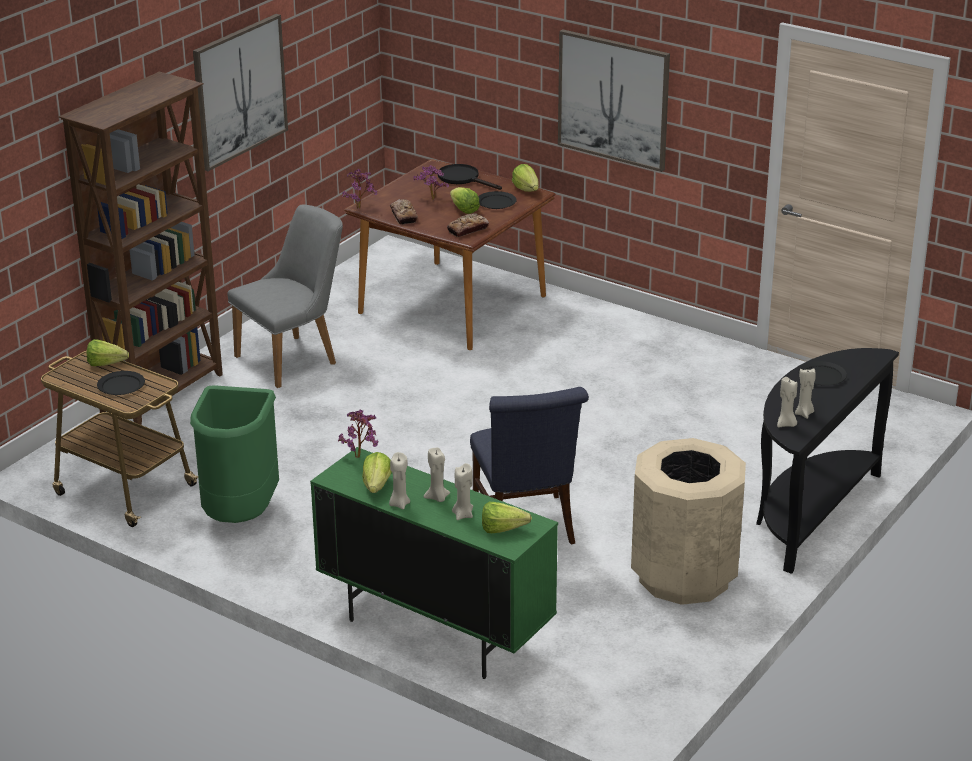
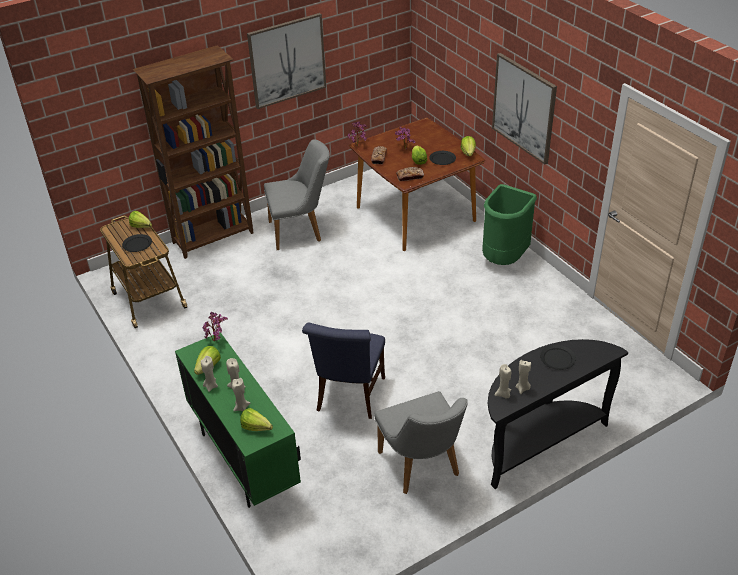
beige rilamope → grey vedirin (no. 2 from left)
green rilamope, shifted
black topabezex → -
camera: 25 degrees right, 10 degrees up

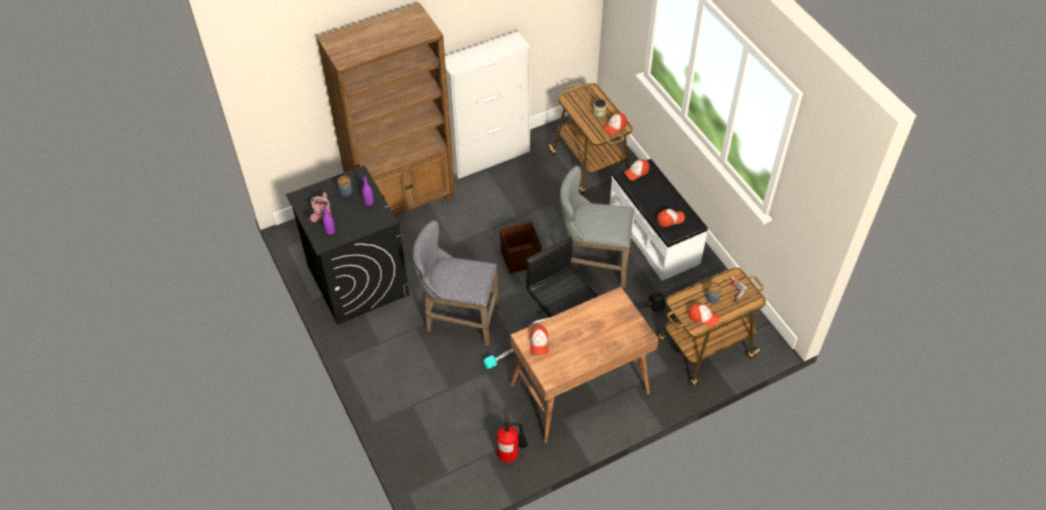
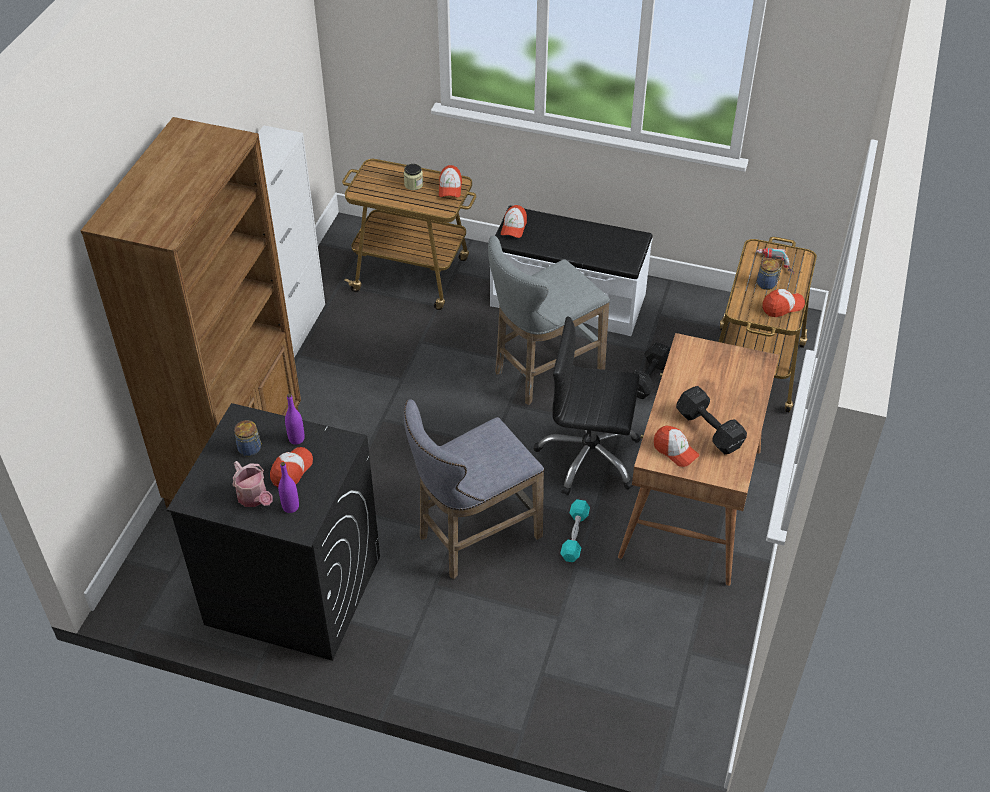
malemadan (no. 4 from left in the first image) → malemadan (no. 1 from left), shifted
- → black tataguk (no. 2 from left)
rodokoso → -
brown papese → -
camera: 45 degrees left, 5 degrees down

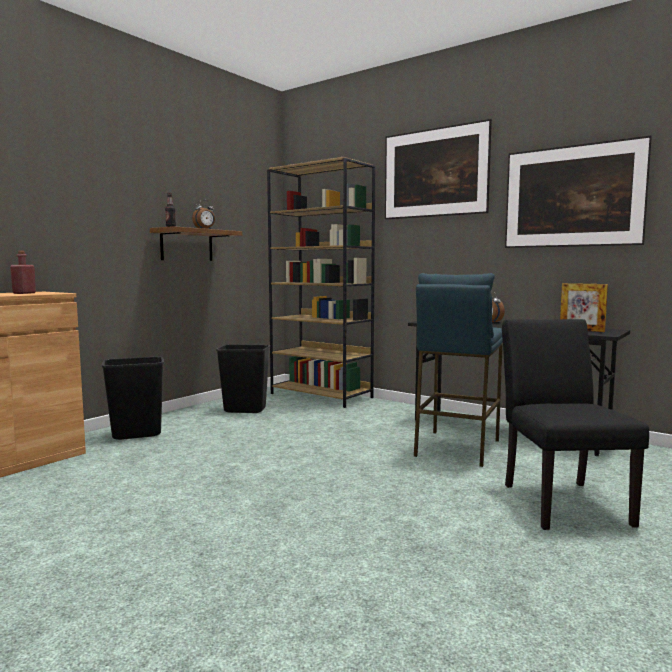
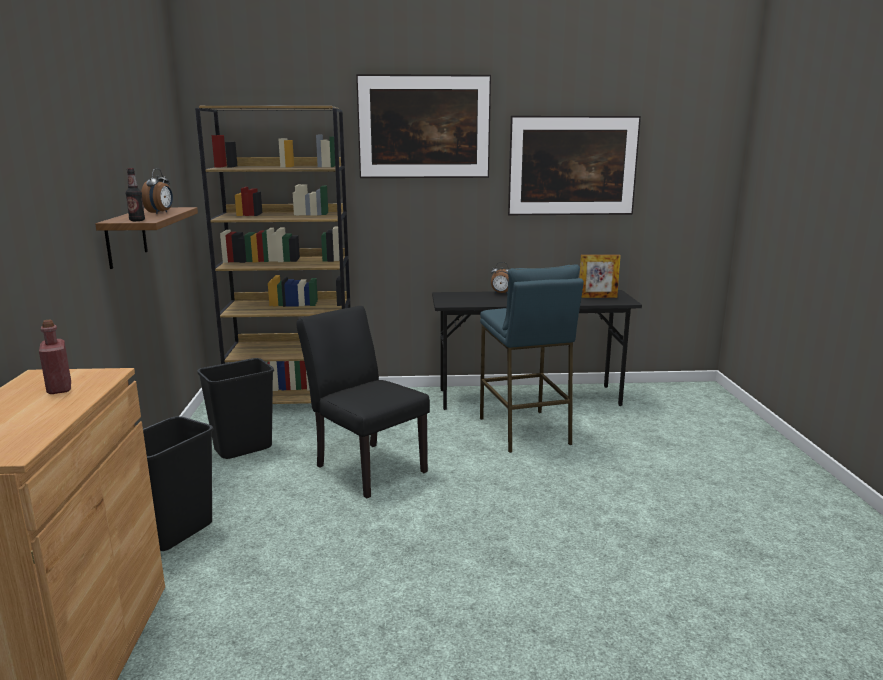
black vedirin, shifted
camera: 40 degrees left, 10 degrees up

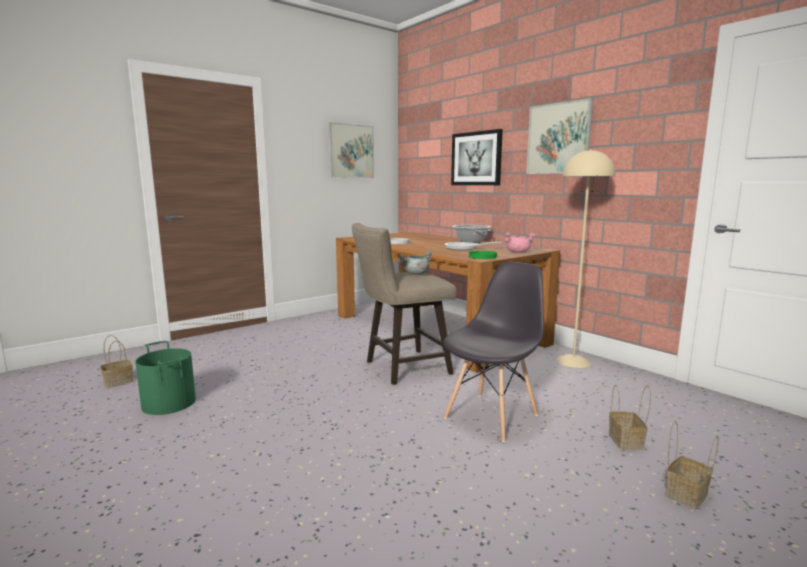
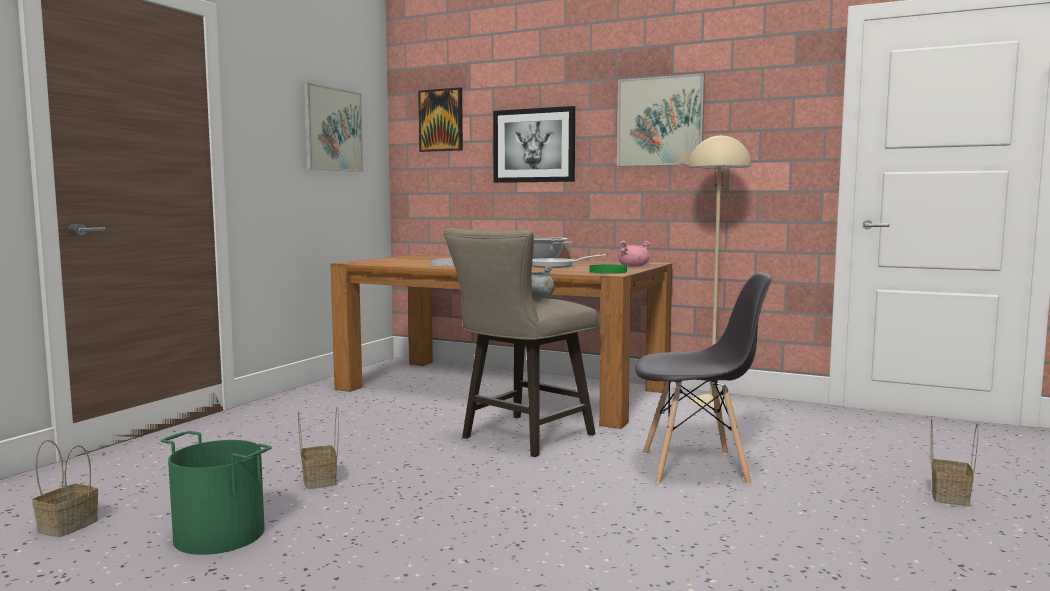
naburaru (no. 2 from left), shifted
- → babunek (no. 2 from left)
grey vedirin, 75 degrees clockwise
camera: 25 degrees left, 5 degrees down

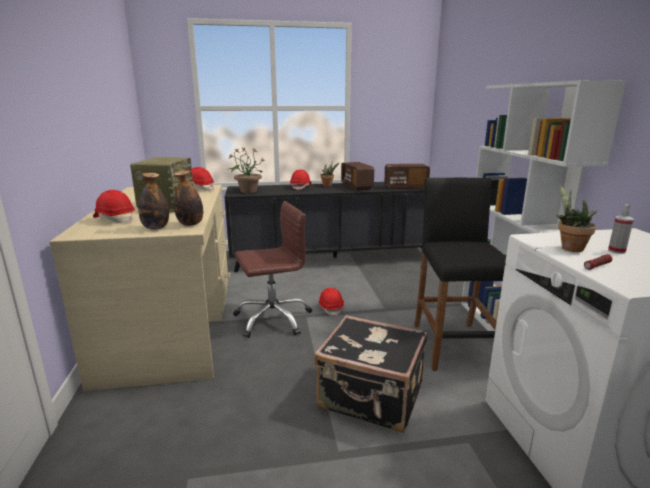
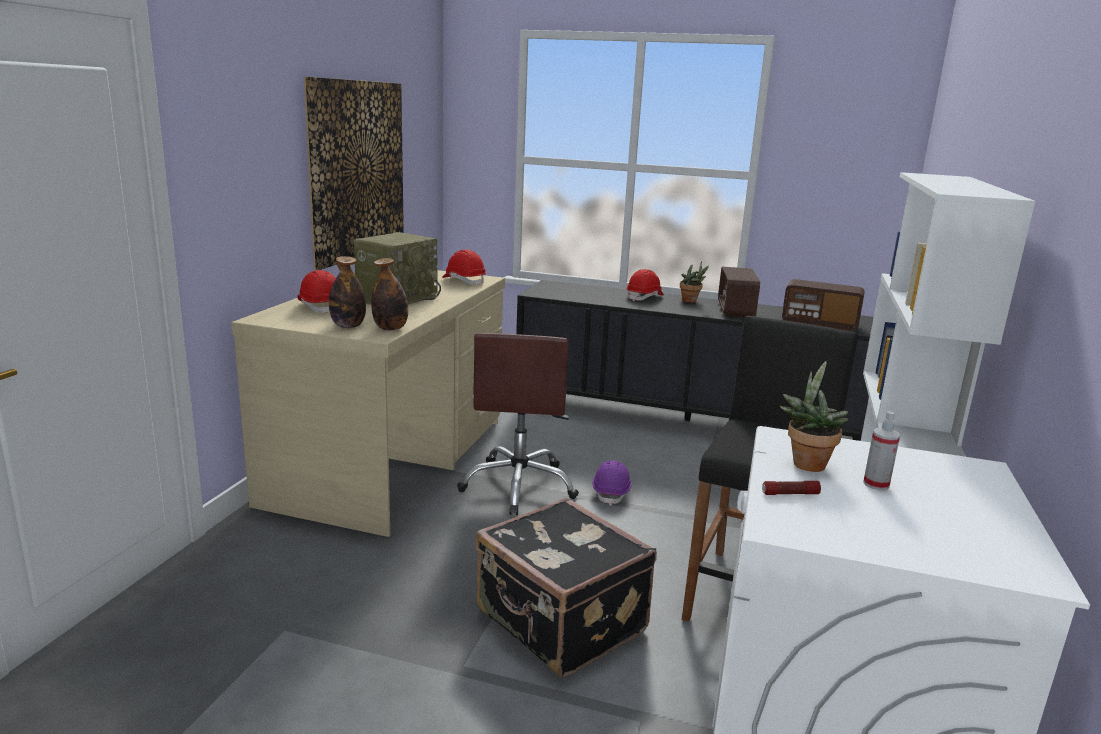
- → babunek
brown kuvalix, 90 degrees clockwise
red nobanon (no. 4 from left) → purple nobanon
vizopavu (no. 1 from left) → -
camera: 25 degrees right, 0 degrees up

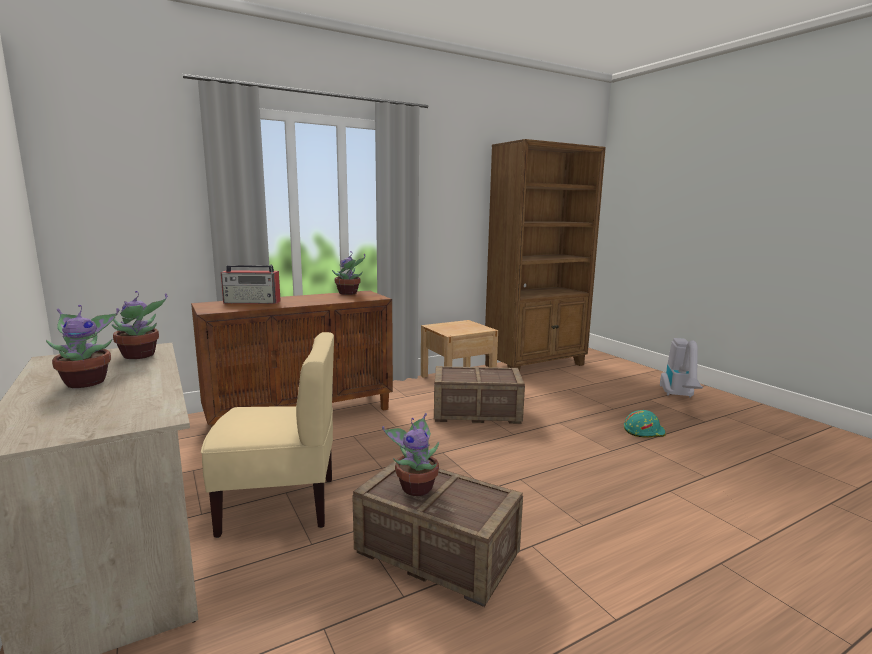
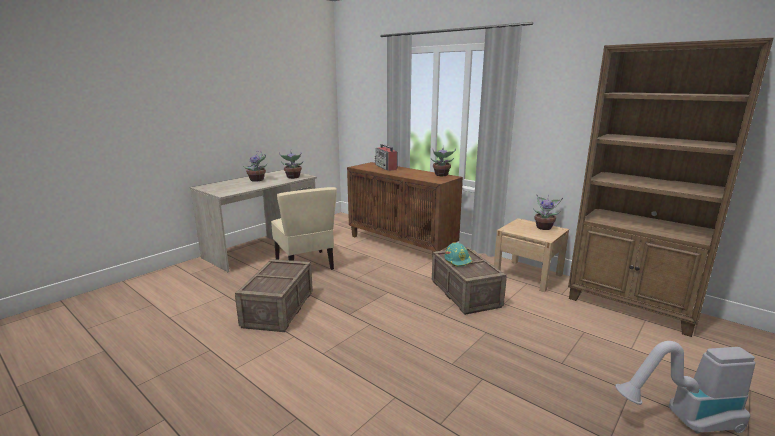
turquoise nobanon, shifted
vizopavu (no. 4 from left), shifted
camera: 70 degrees right, 5 degrees up

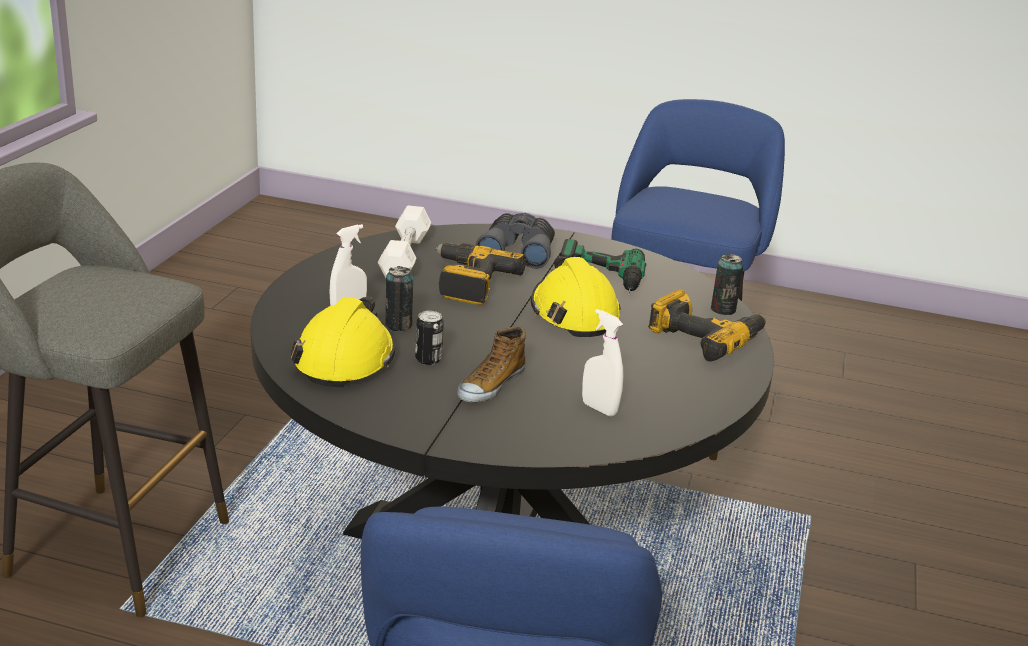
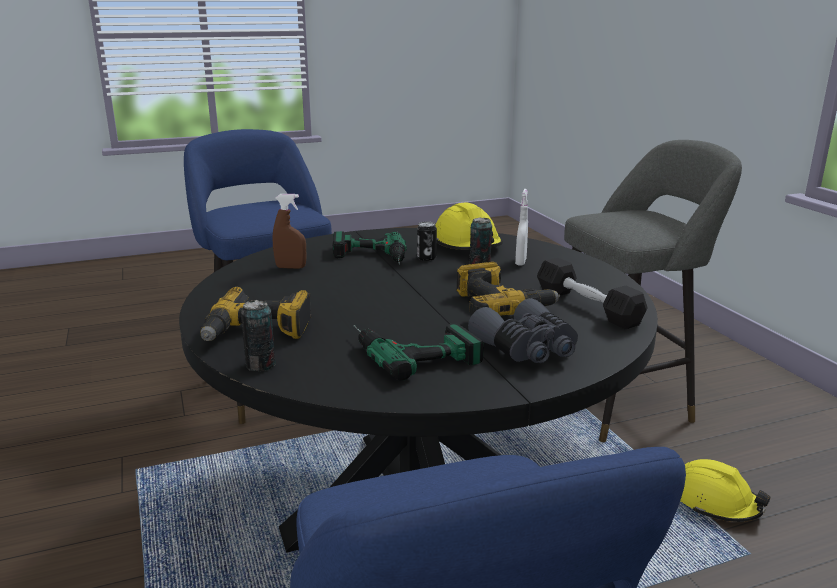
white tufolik (no. 2 from left) → brown tufolik
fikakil → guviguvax (no. 2 from left)
white tataguk → black tataguk
yellow nobanon (no. 2 from left), shifted
camera: 145 degrees right, 5 degrees down

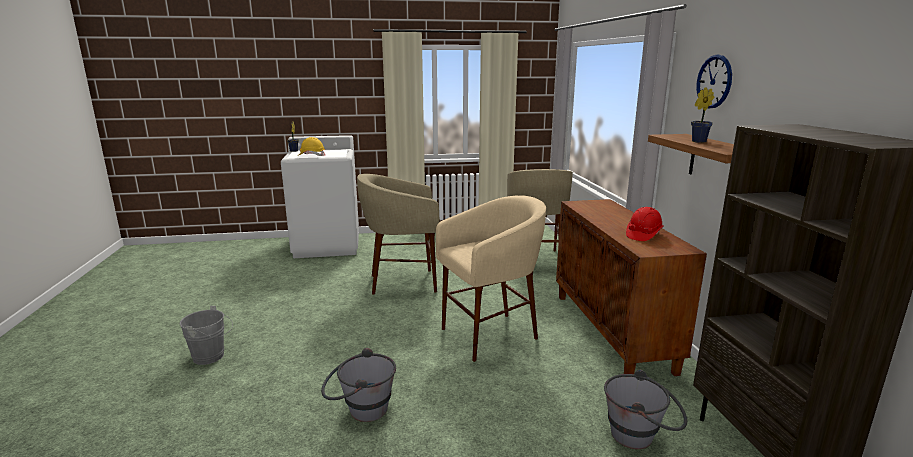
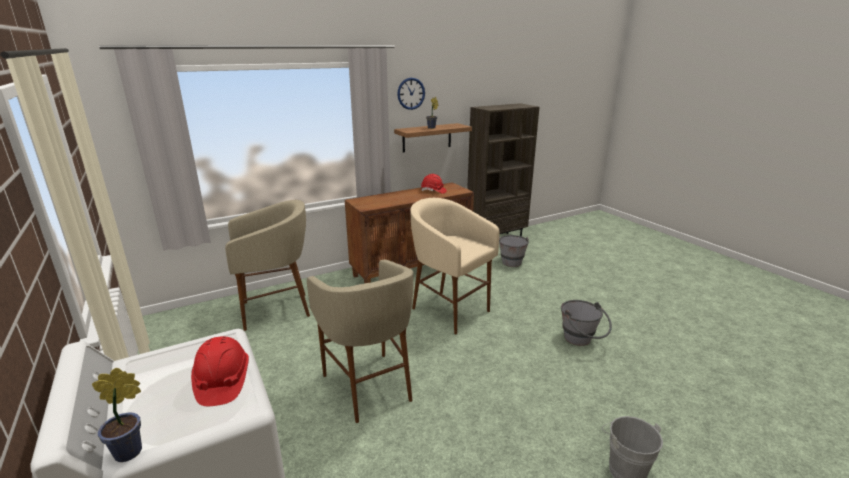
yellow nobanon → red nobanon (no. 1 from left)
camera: 110 degrees left, 5 degrees up

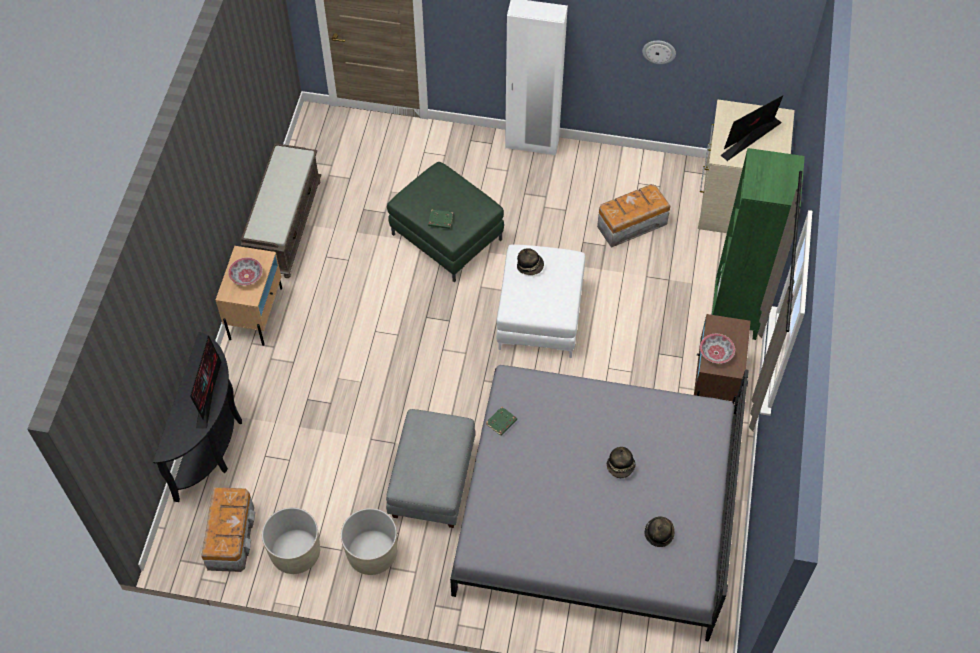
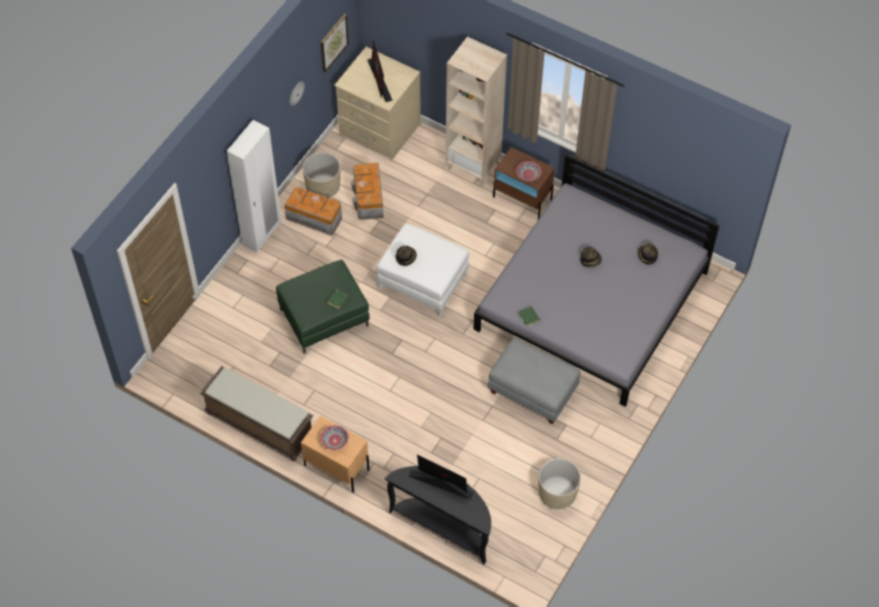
papese (no. 1 from left), shifted
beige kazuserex (no. 2 from left in the first image) → beige kazuserex (no. 1 from left), shifted
- → babunek
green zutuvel → beige zutuvel
camera: 70 degrees left, 0 degrees up

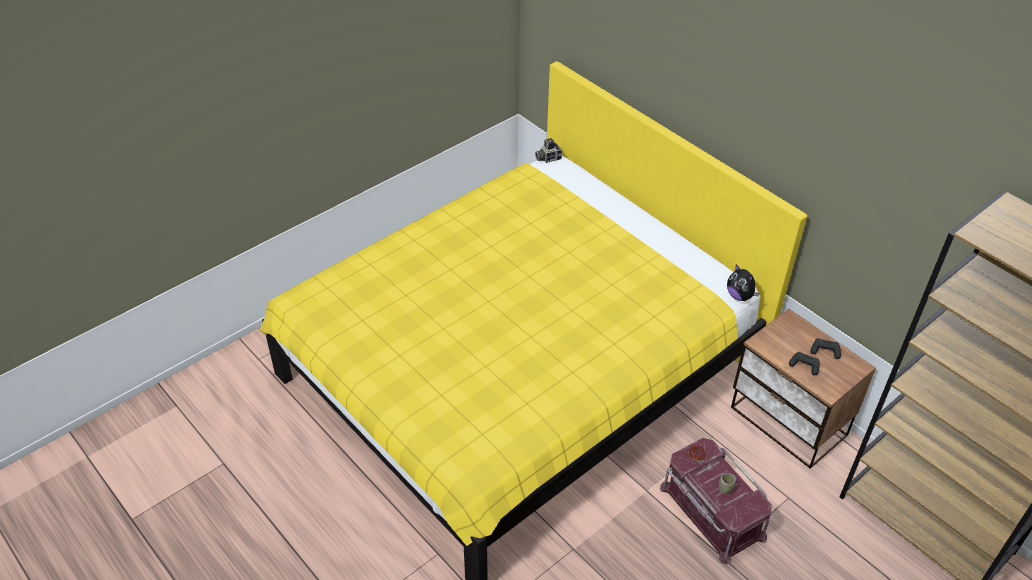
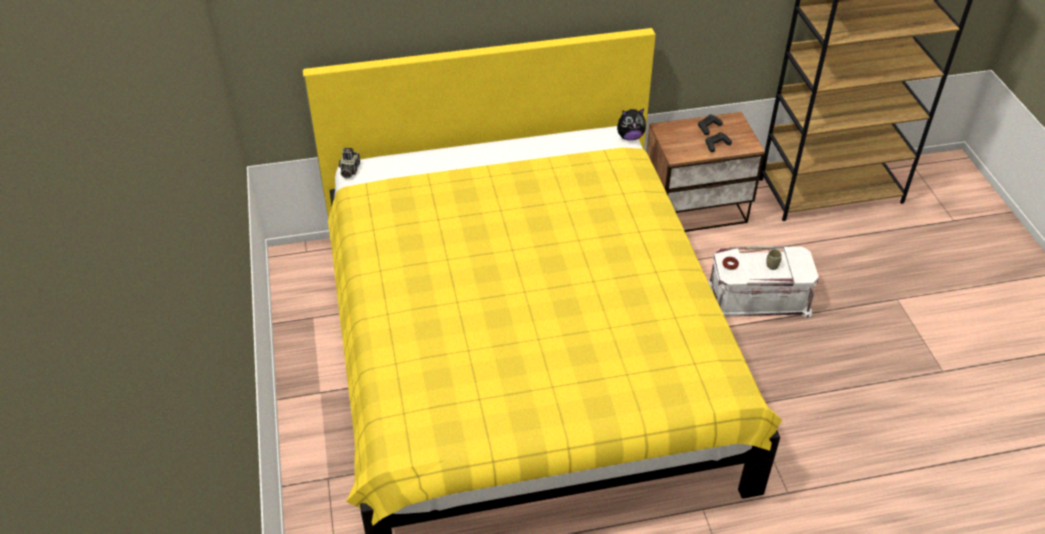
red papese → white papese
camera: 60 degrees left, 0 degrees up

